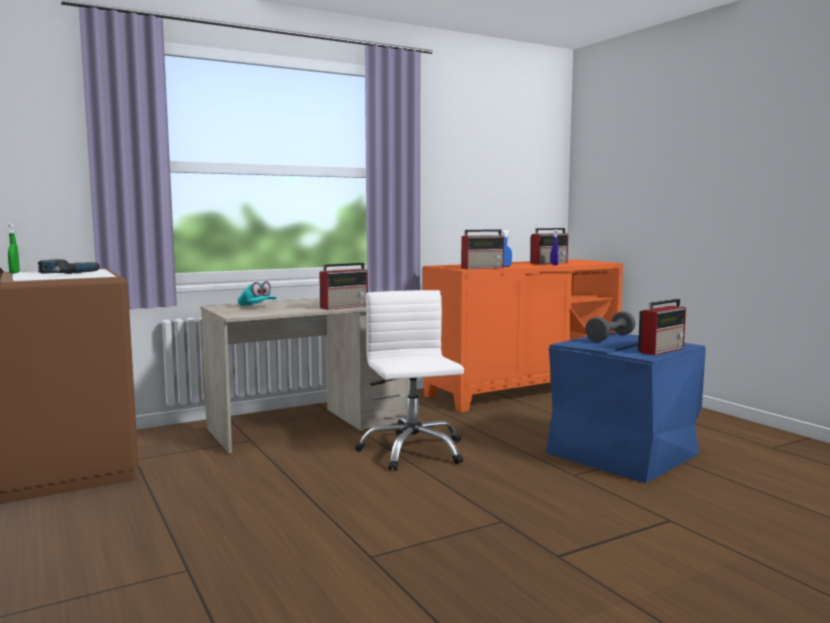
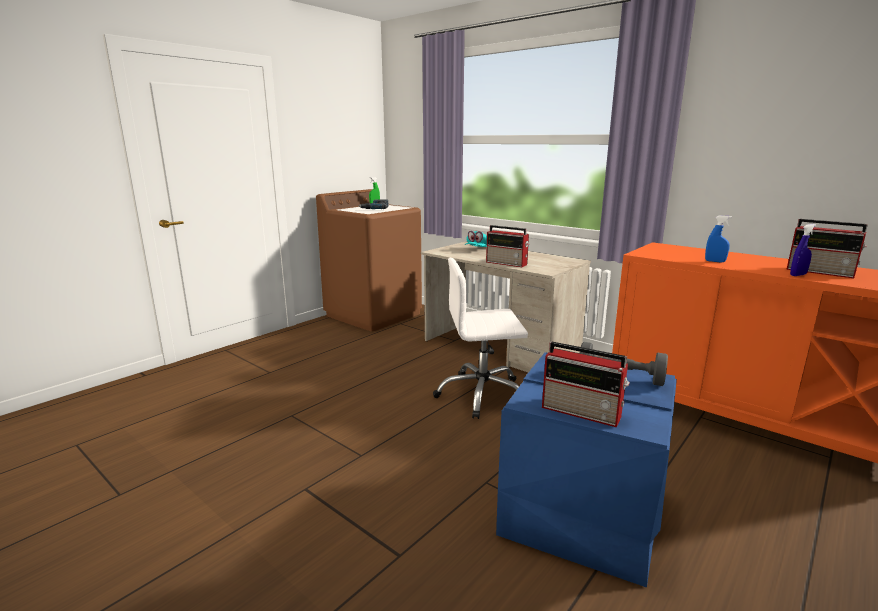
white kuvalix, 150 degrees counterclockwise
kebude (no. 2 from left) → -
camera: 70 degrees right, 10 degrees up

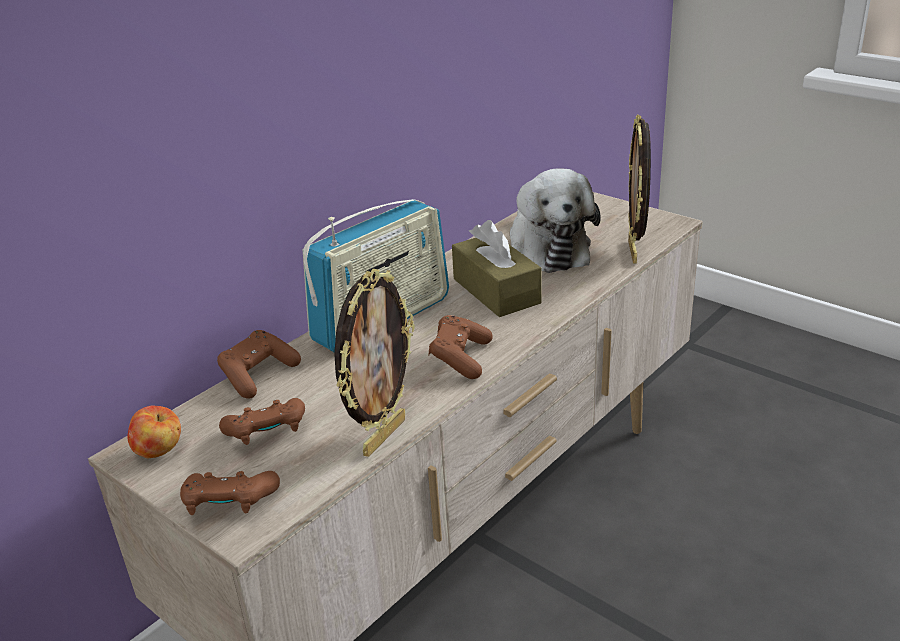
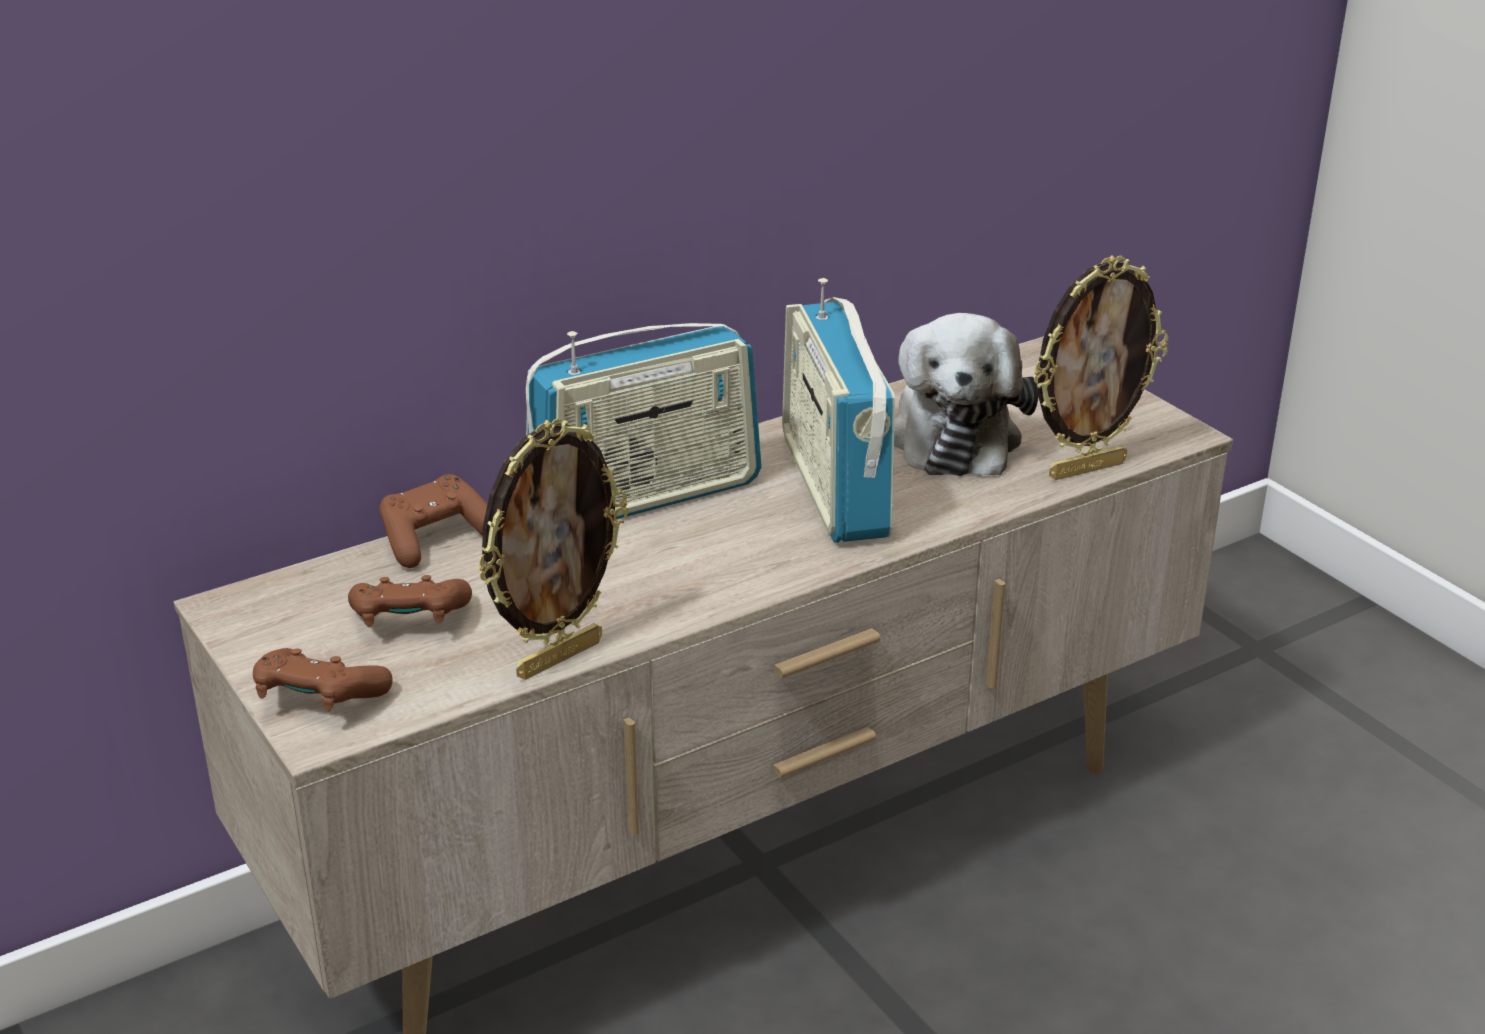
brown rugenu → kebude (no. 2 from left)
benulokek (no. 2 from left), 135 degrees counterclockwise
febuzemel → -
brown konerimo (no. 4 from left) → -
camera: 15 degrees right, 0 degrees up

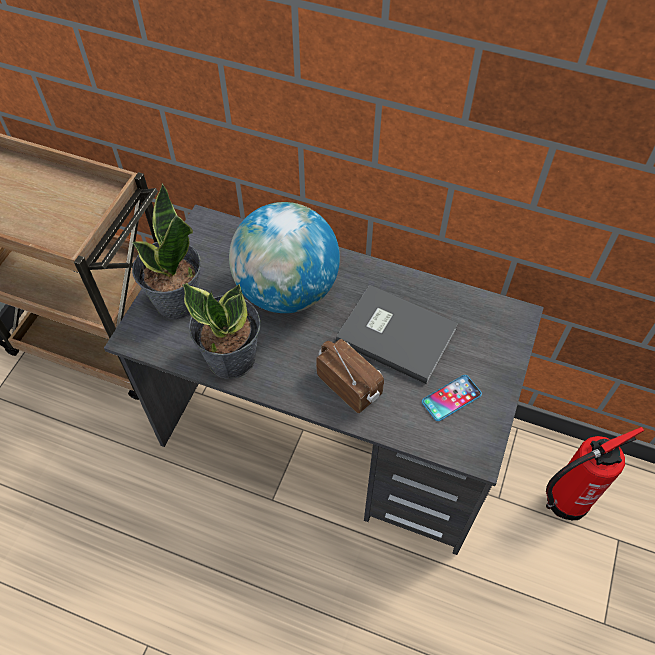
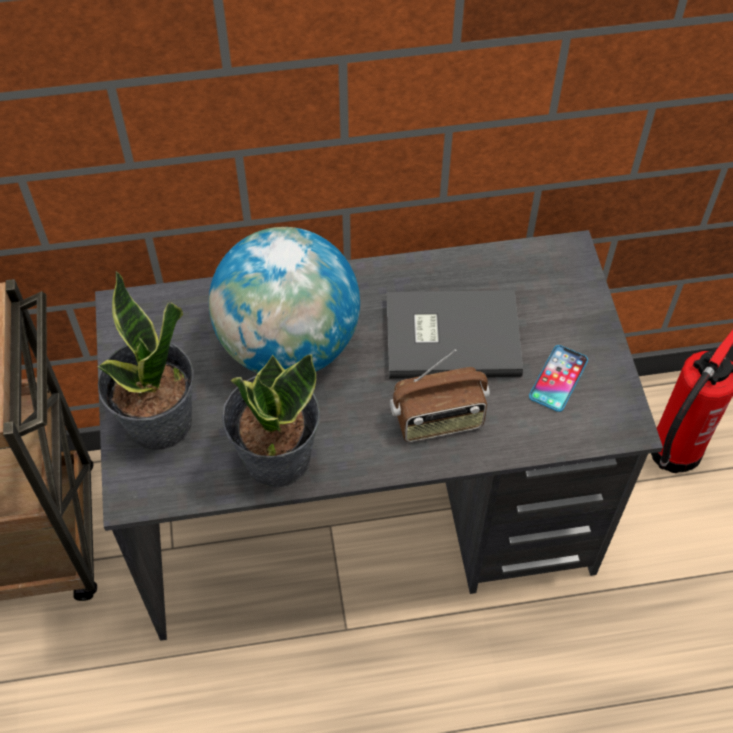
kebude, 150 degrees clockwise
camera: 30 degrees left, 0 degrees up

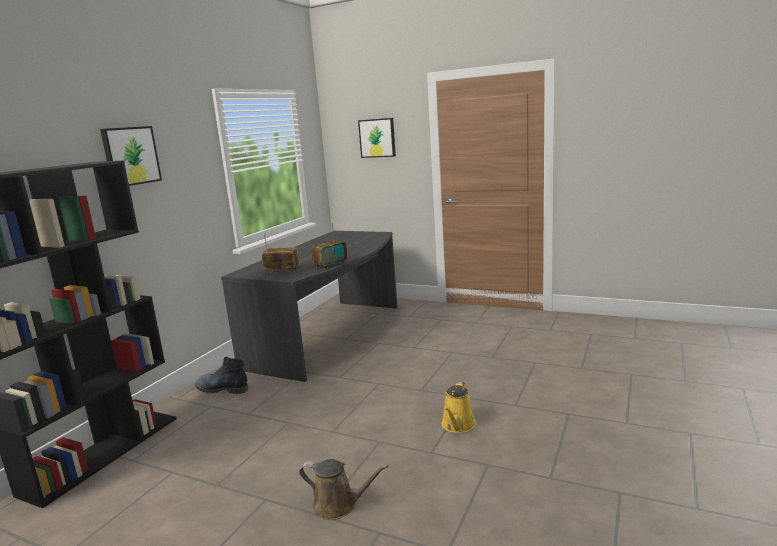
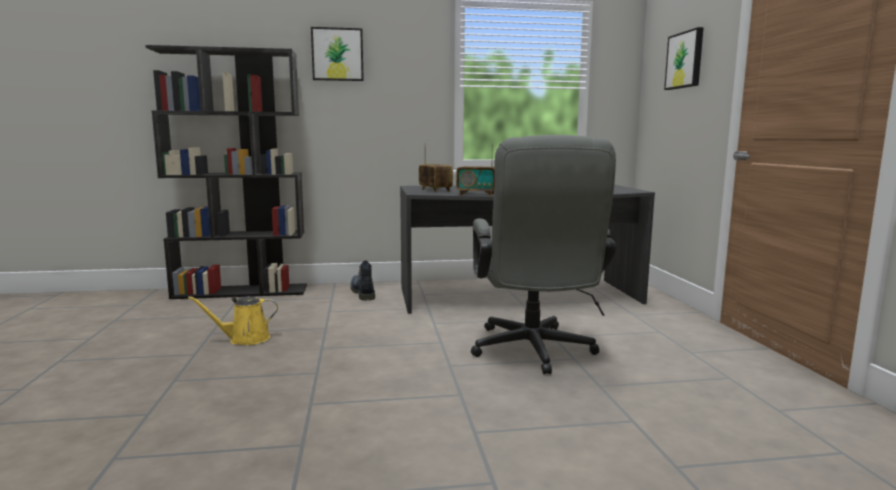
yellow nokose, shifted
- → grey kuvalix
brown nokose → -
camera: 55 degrees right, 5 degrees down

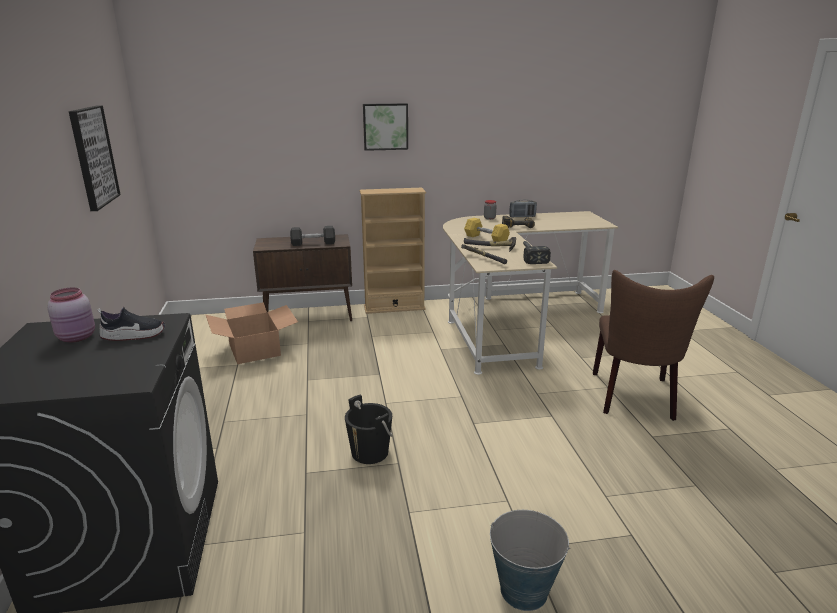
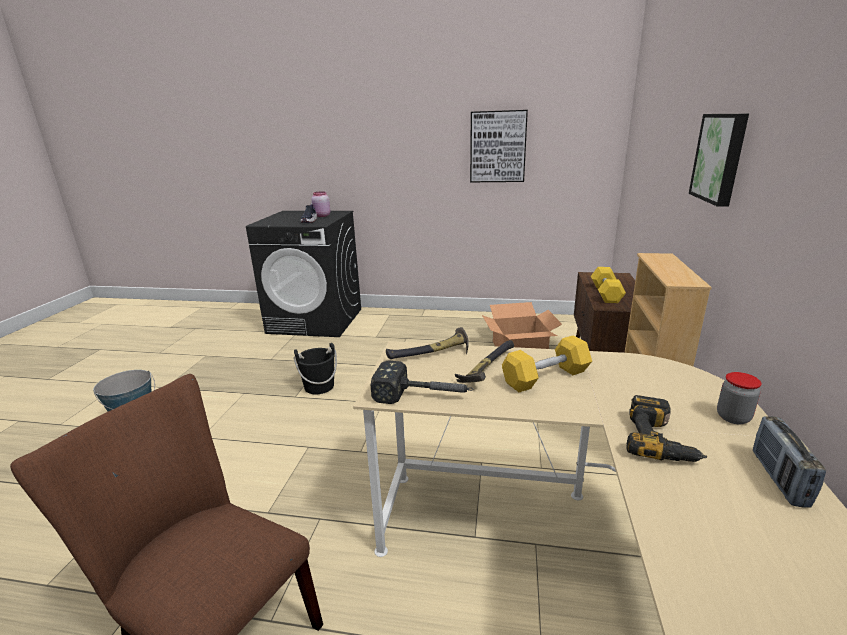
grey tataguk → yellow tataguk (no. 2 from left)
camera: 110 degrees right, 0 degrees up

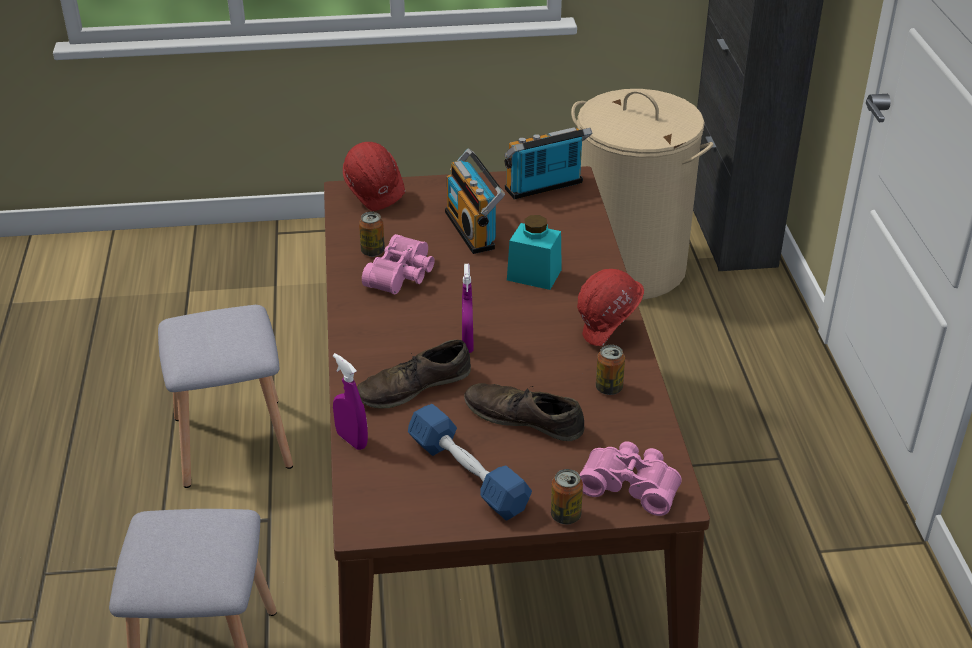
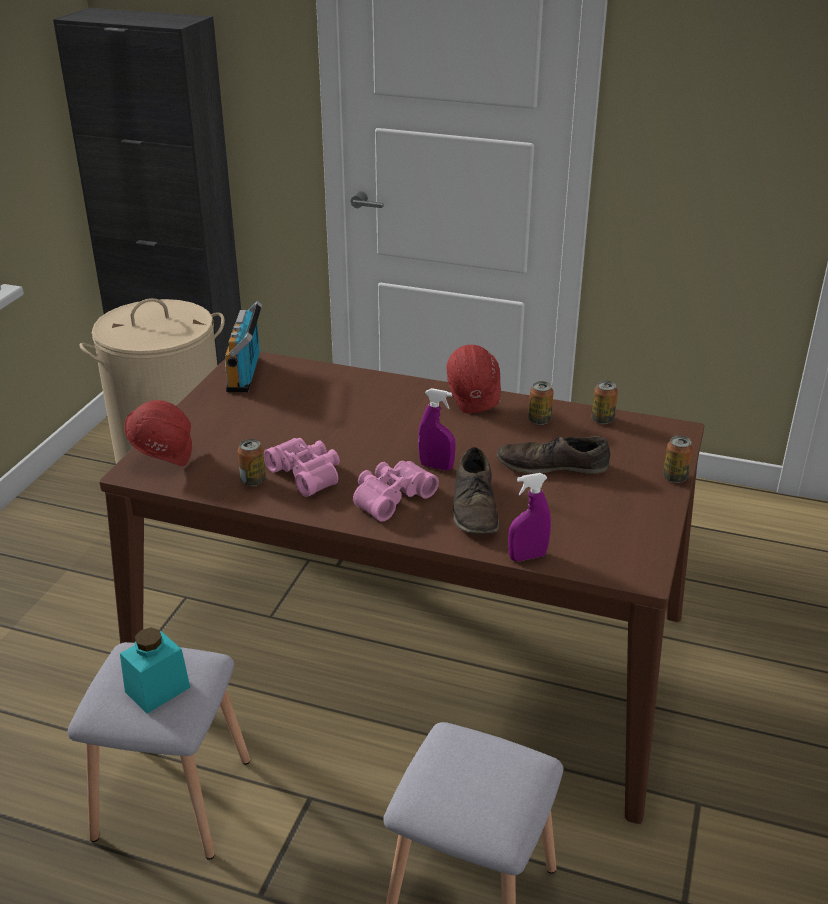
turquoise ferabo, shifted
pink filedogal (no. 2 from left), shifted
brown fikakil (no. 2 from left), 45 degrees clockwise
- → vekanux (no. 3 from left)
blue tataguk → -
kebude (no. 1 from left) → -
camera: 65 degrees left, 5 degrees down

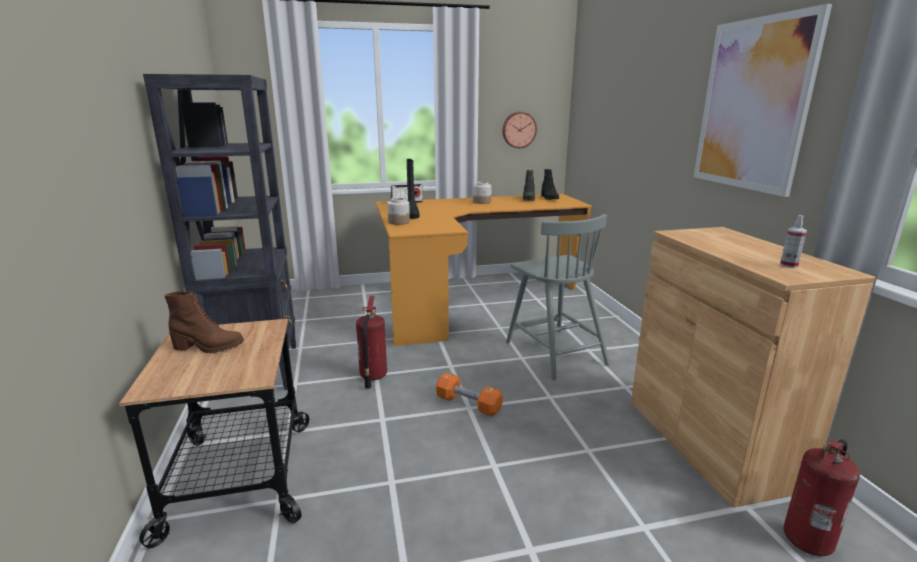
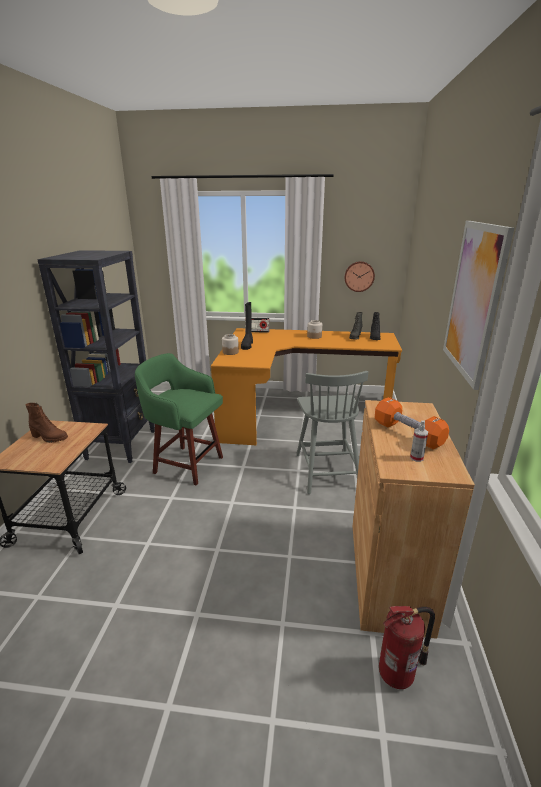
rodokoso (no. 1 from left) → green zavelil
orange tataguk, shifted
camera: 20 degrees right, 5 degrees up

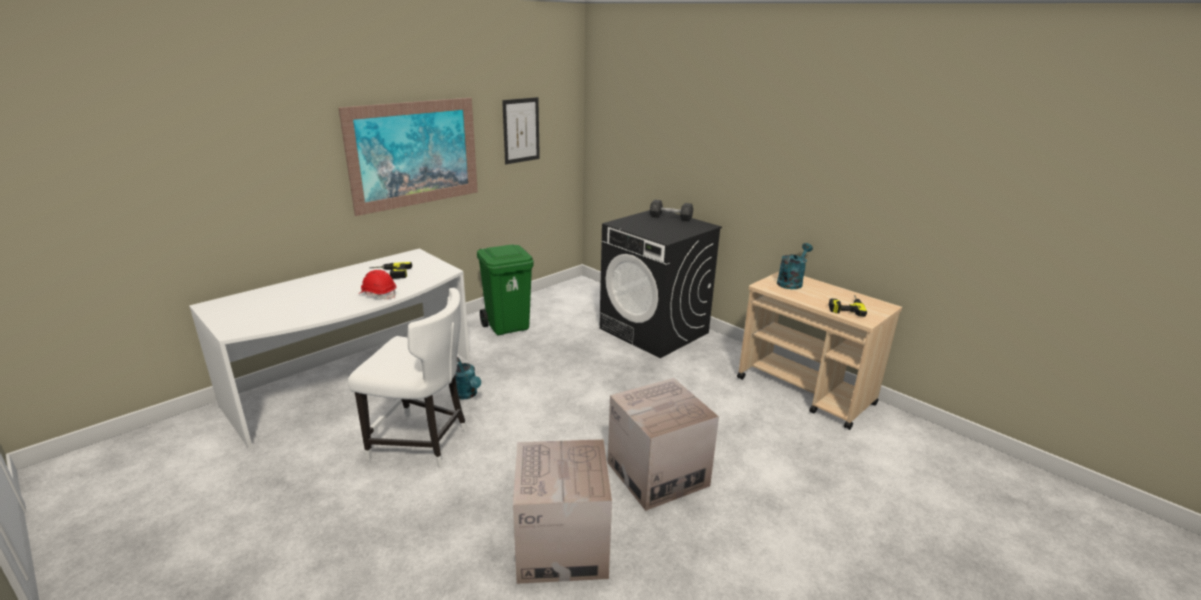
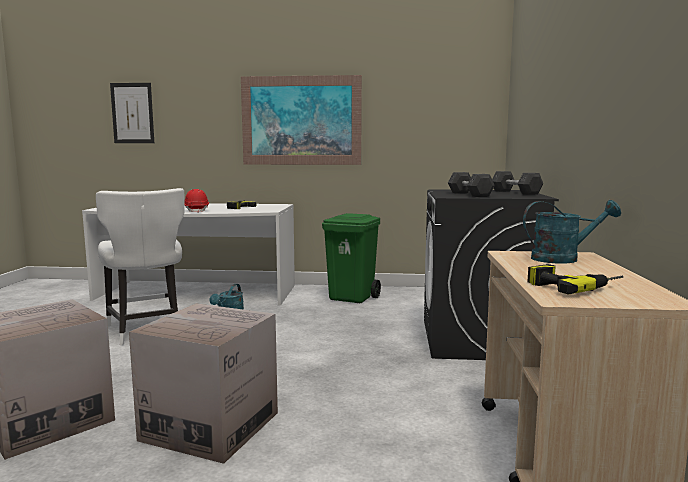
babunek (no. 2 from left in the first image) → babunek (no. 1 from left), shifted
- → grey tataguk (no. 1 from left)
camera: 50 degrees right, 15 degrees down

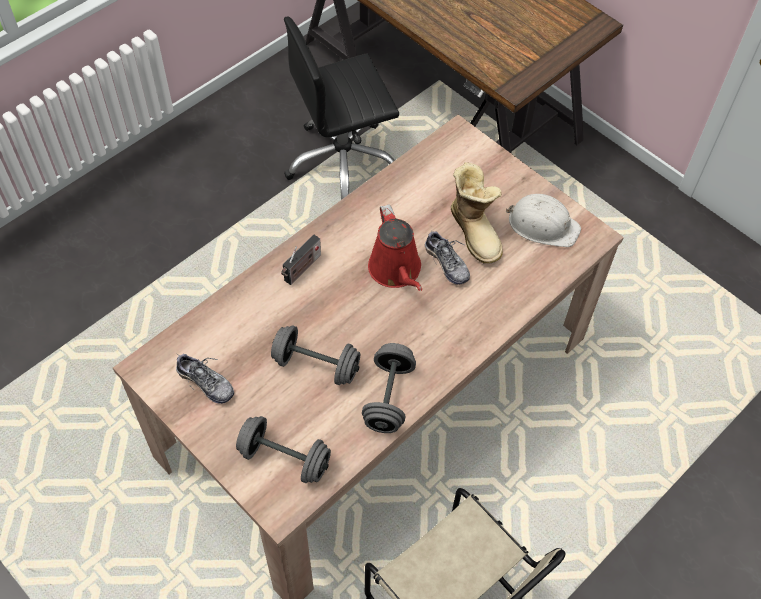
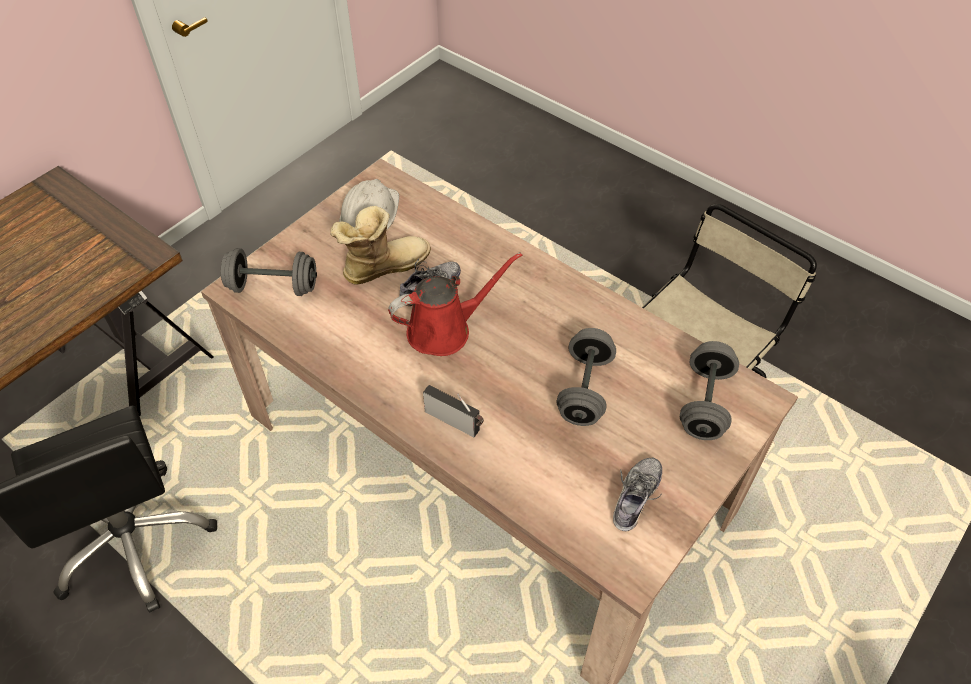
grey tataguk (no. 3 from left in the first image) → grey tataguk (no. 1 from left), shifted
camera: 95 degrees left, 5 degrees down

